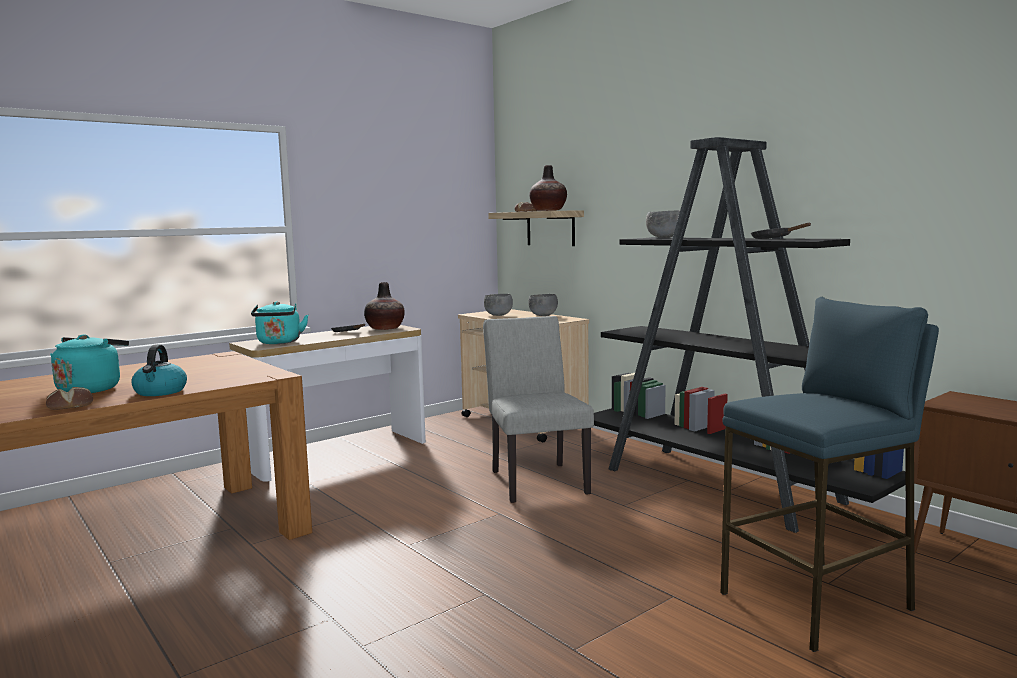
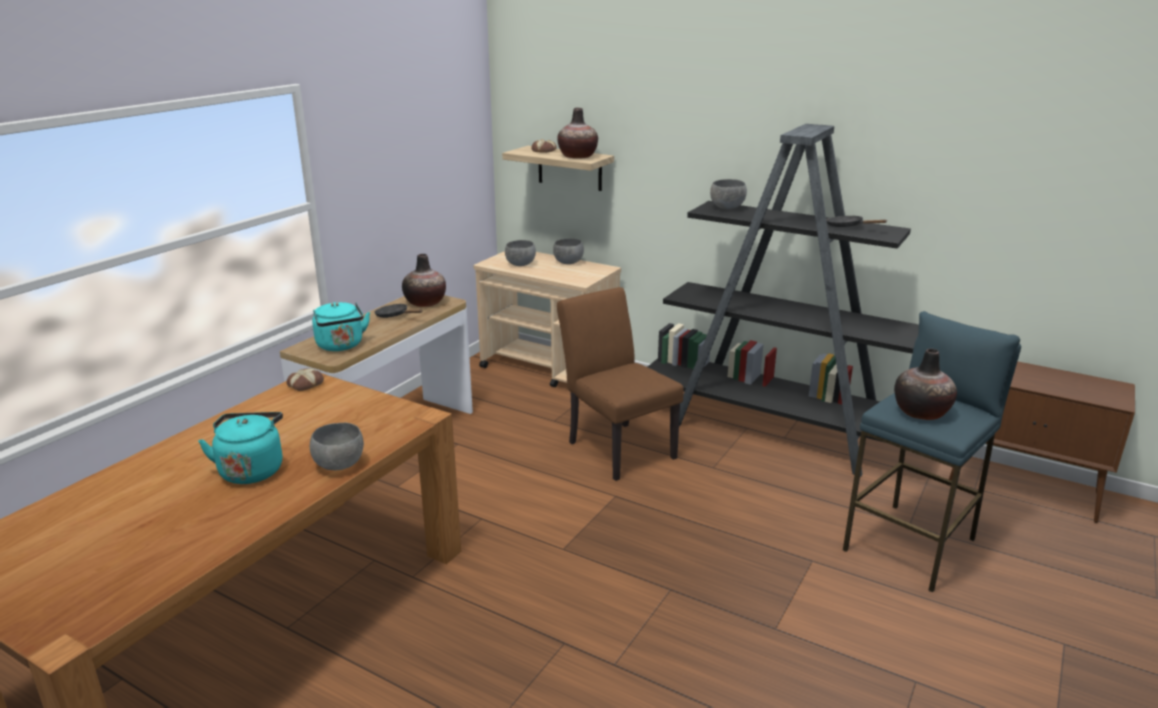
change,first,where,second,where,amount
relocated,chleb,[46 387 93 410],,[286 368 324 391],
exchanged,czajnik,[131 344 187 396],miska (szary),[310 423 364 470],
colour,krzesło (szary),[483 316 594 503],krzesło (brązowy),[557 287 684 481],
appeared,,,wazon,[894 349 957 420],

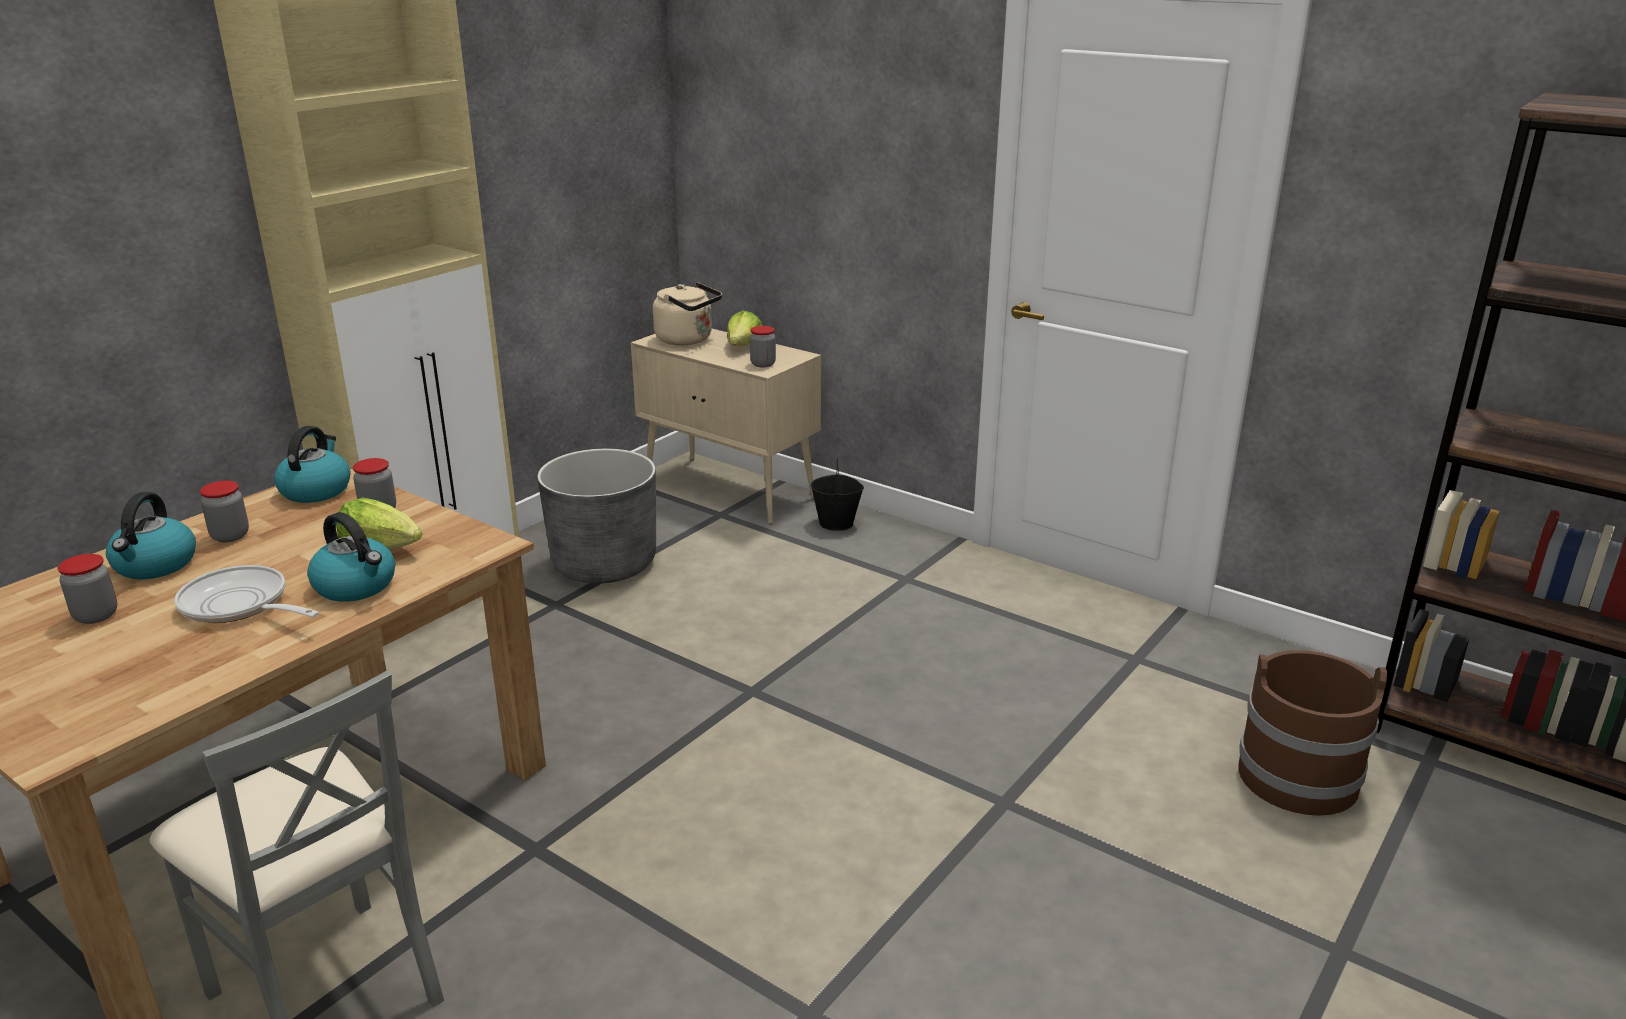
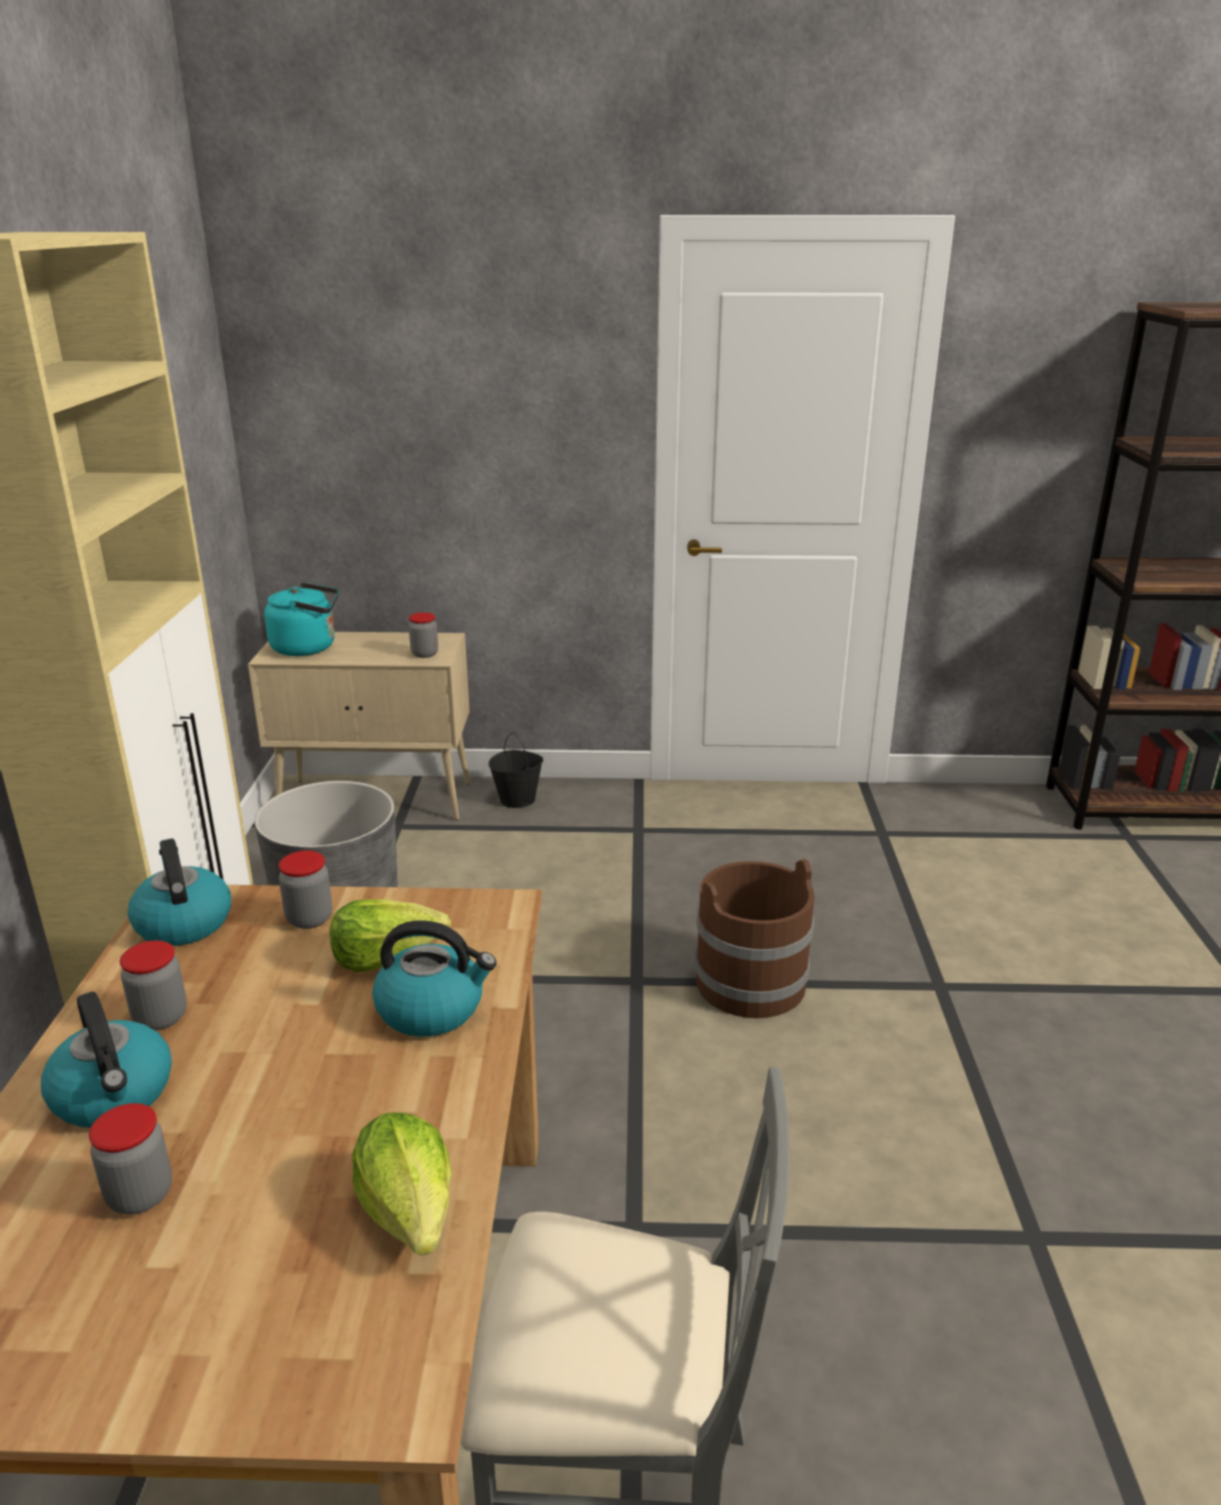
change,first,where,second,where,amount
missing,patelnia,[174 565 319 623],,,
colour,czajnik (beżowy),[653 282 722 345],czajnik (turkusowy),[264 582 339 656],
relocated,sałata,[727 310 763 346],,[352 1112 451 1256],
relocated,wiadro (brązowy),[1238 650 1387 816],,[695 859 814 1018],

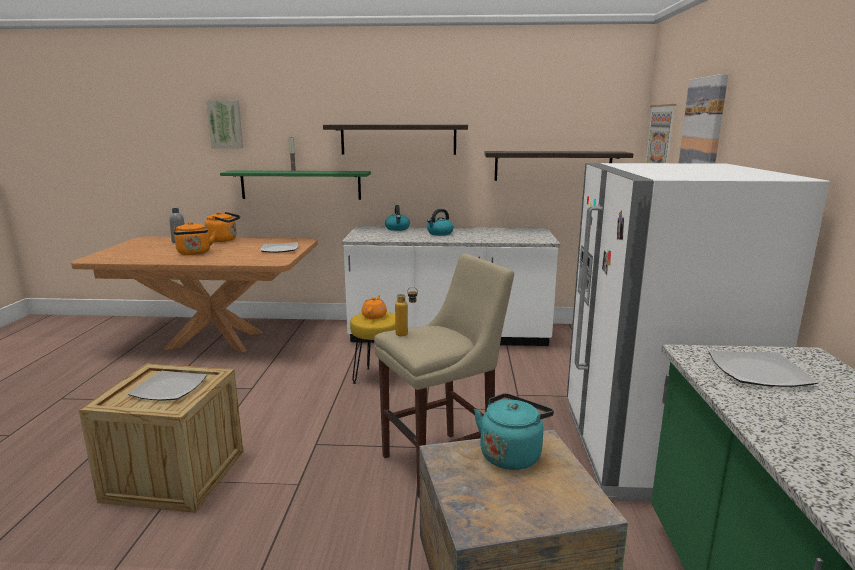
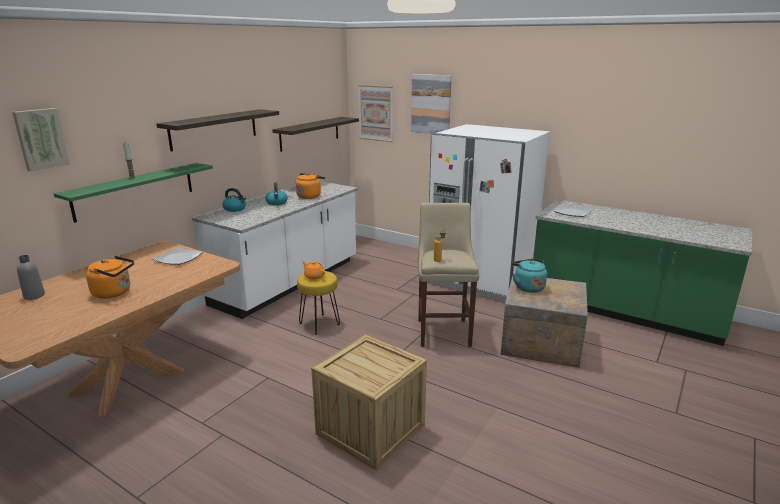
change,first,where,second,where,amount
missing,talerz,[128 371 207 401],,,
relocated,czajnik (pomarańczowy),[205 212 240 242],,[295 173 325 199],

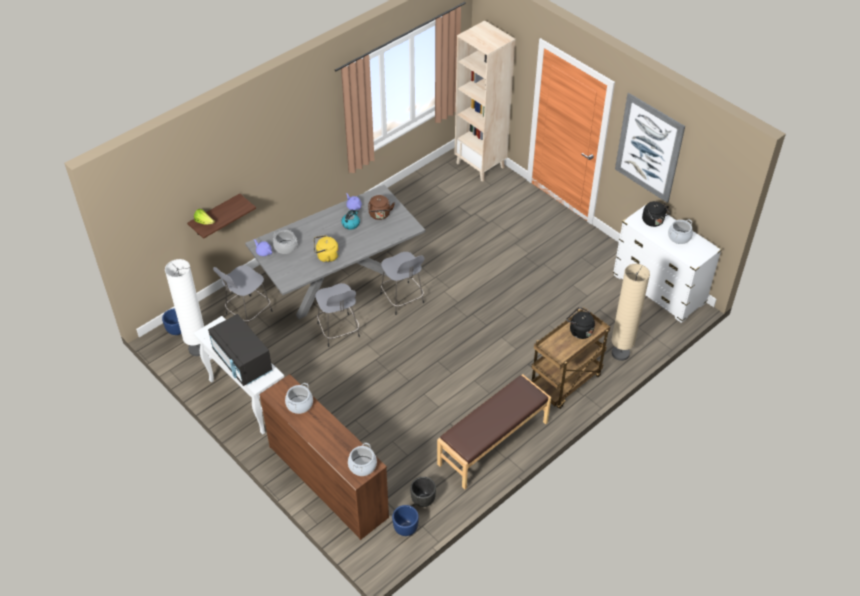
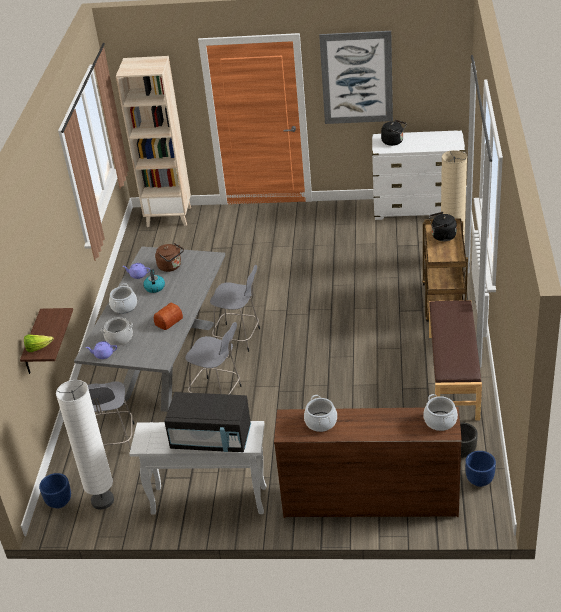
change,first,where,second,where,amount
exchanged,czajnik (żółty),[314 235 339 262],chleb,[154 303 183 330],
relocated,garnek,[668 220 693 244],,[109 283 137 314],

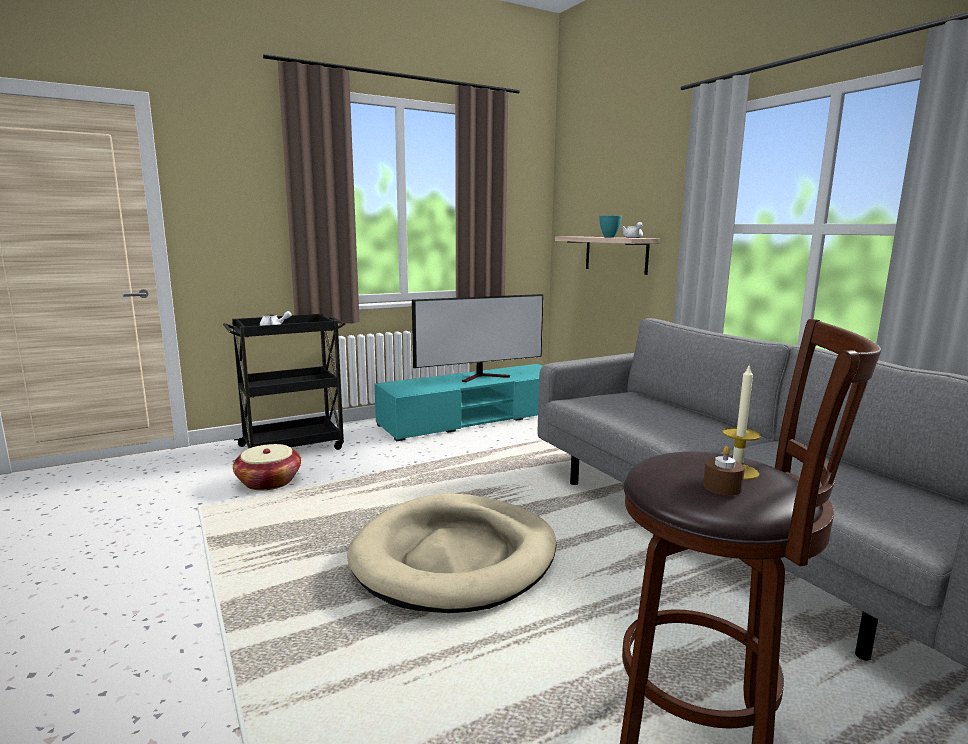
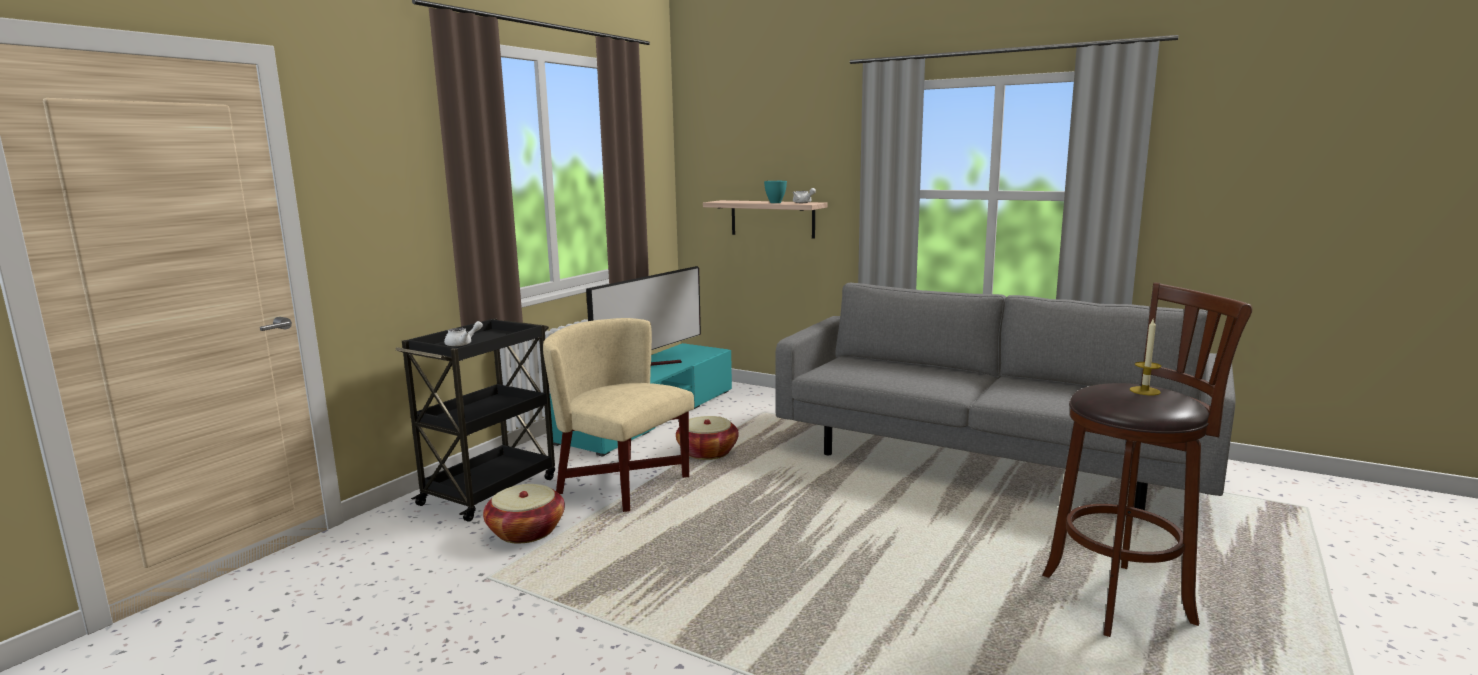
change,first,where,second,where,amount
missing,legowisko (beżowy),[347 493 556 613],,,
missing,świeca (brązowy),[703 446 745 495],,,
appeared,,,fotel (beżowy),[543 318 694 512],
appeared,,,koszyk,[676 416 739 460],

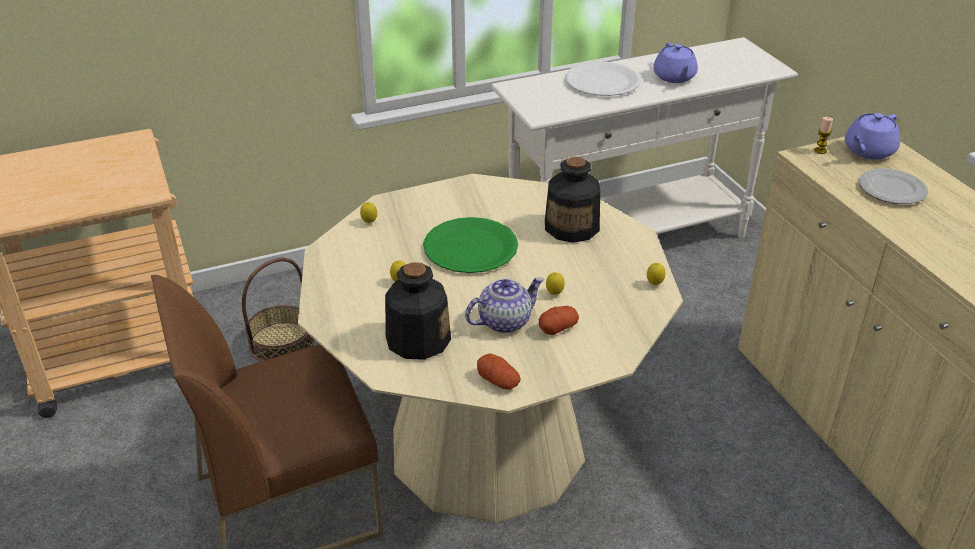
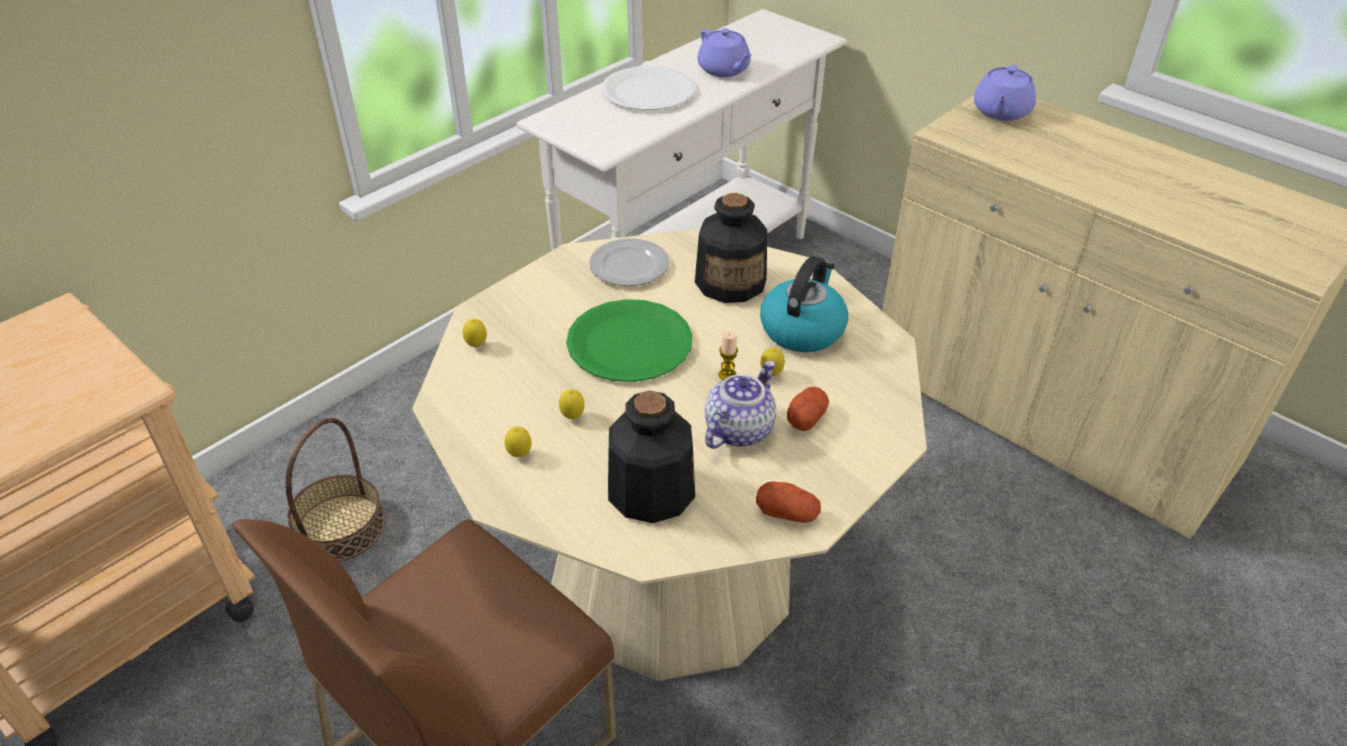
change,first,where,second,where,amount
relocated,cytryna,[647 263 666 285],,[505 426 531 457],
relocated,świeca,[814 117 833 154],,[718 331 738 380],
relocated,talerz,[859 169 928 204],,[589 238 669 286],
appeared,,,czajnik,[760 256 848 352],

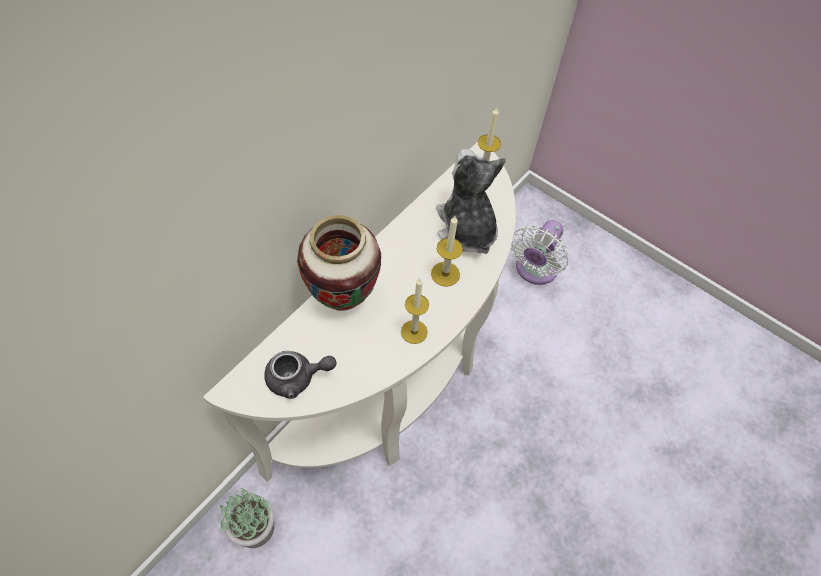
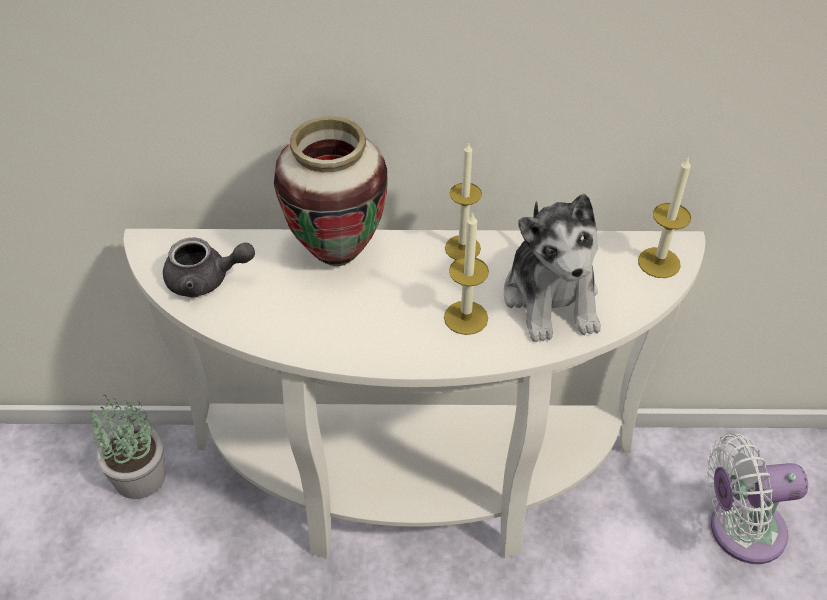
change,first,where,second,where,amount
spun,imbryk (szary),[264 351 337 399],,[163 237 255 297],45 degrees counterclockwise
relocated,świeca,[401 278 429 344],,[445 142 482 260],
spun,pluszak,[436 148 506 254],,[504 194 601 342],135 degrees clockwise

